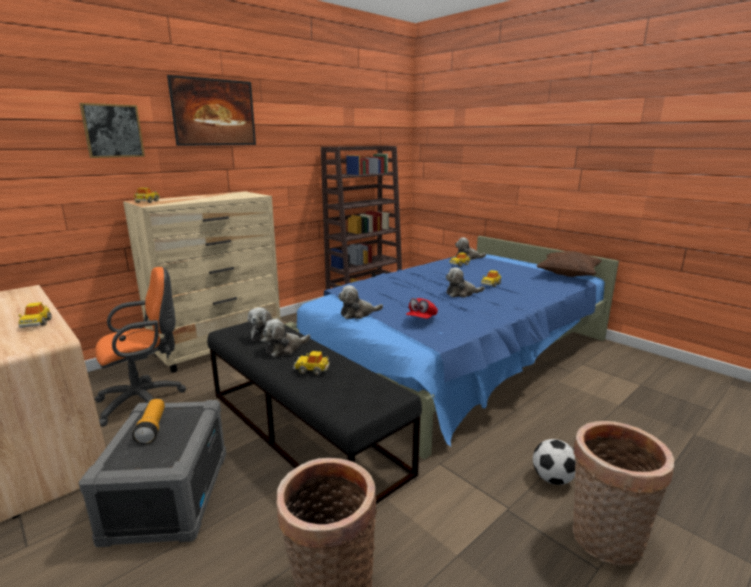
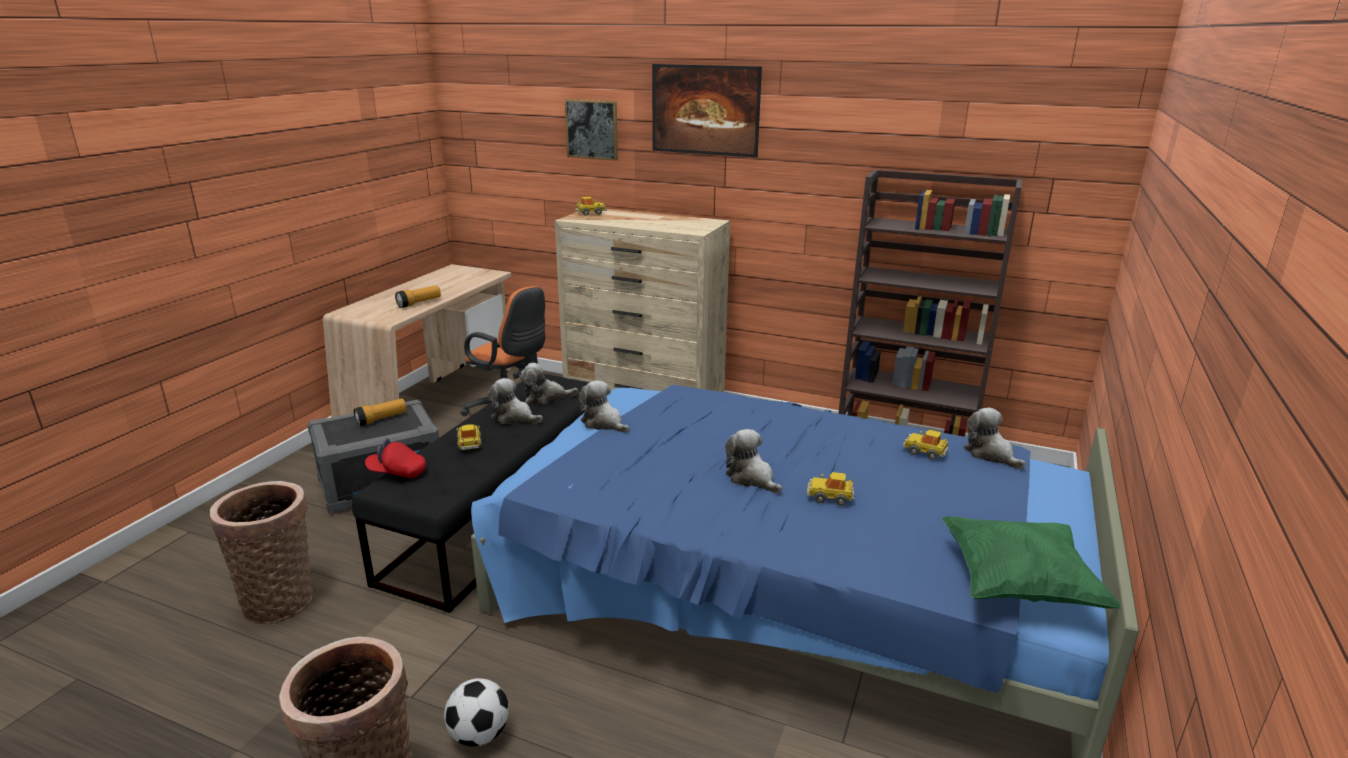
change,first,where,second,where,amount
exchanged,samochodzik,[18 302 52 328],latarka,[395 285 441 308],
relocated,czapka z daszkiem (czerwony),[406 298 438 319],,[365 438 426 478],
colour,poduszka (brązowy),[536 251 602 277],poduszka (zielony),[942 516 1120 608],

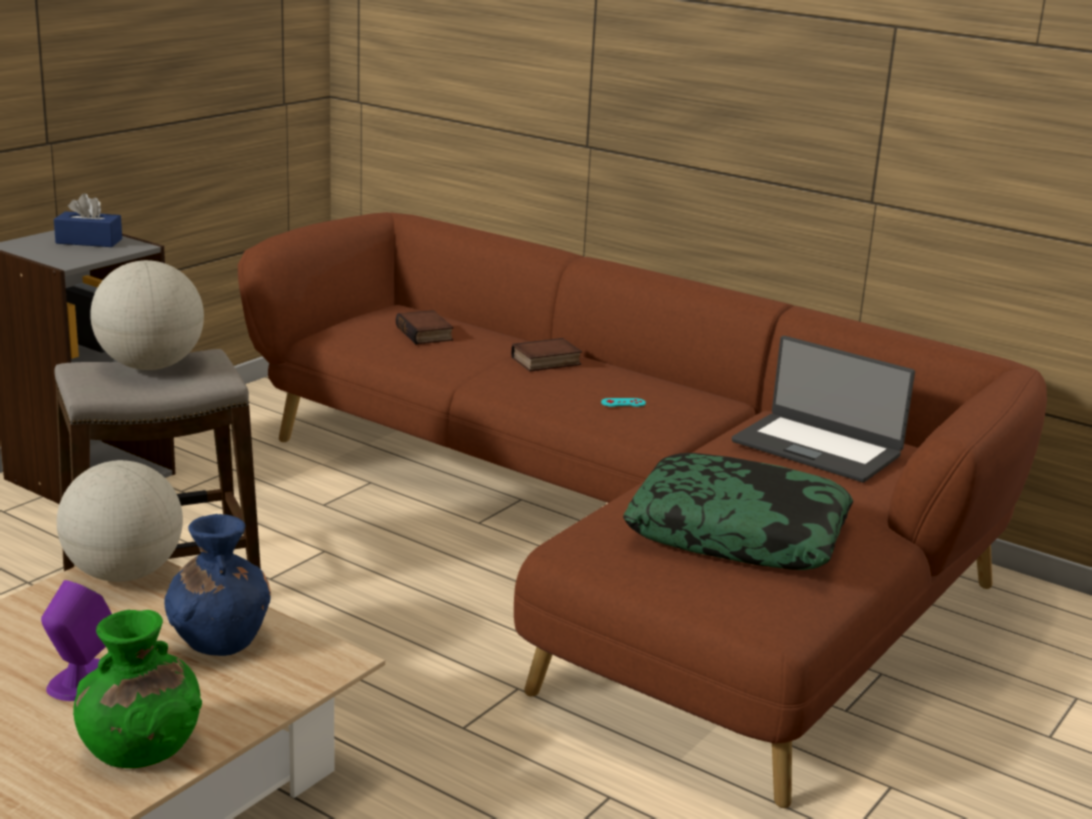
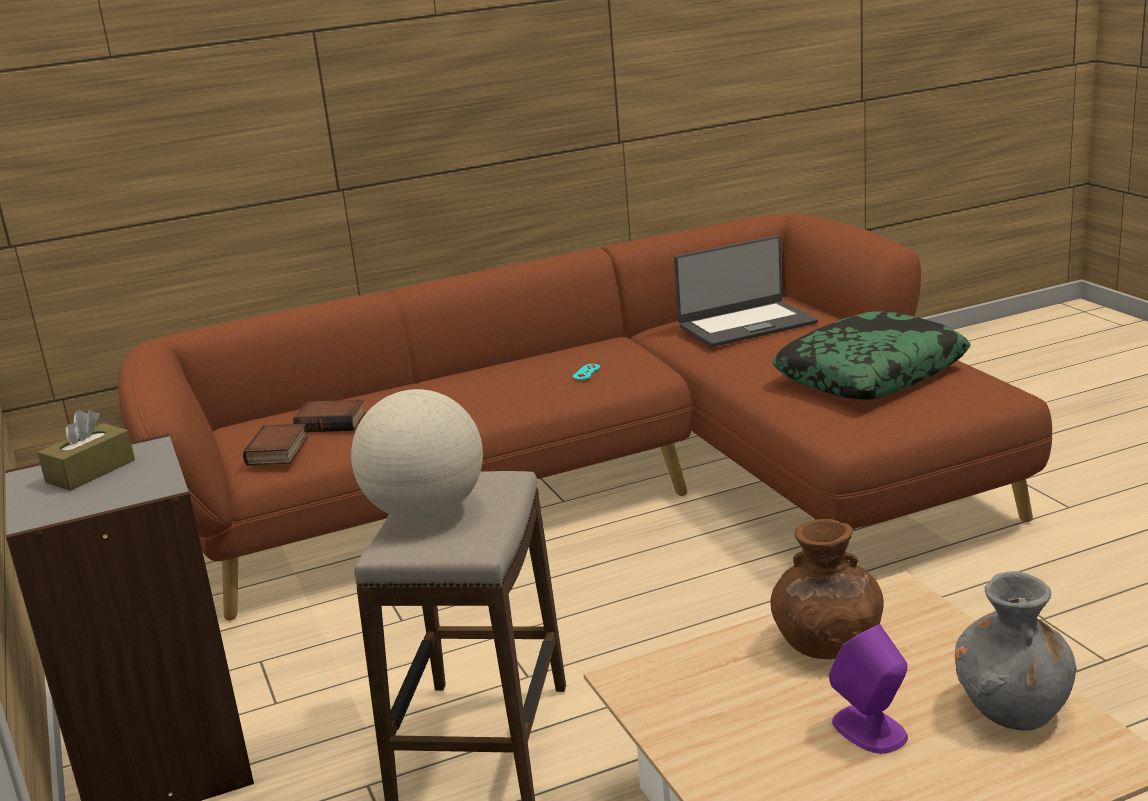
change,first,where,second,where,amount
colour,pudełko chusteczek (niebieski),[54 193 122 247],pudełko chusteczek (brązowy),[38 410 135 491],
missing,globus,[57 460 183 582],,,
colour,wazon (zielony),[73 609 202 768],wazon (szary),[955 571 1077 731],
colour,wazon (niebieski),[164 514 271 656],wazon (brązowy),[770 519 884 659],
relocated,książka,[511 338 582 372],,[243 424 308 466],

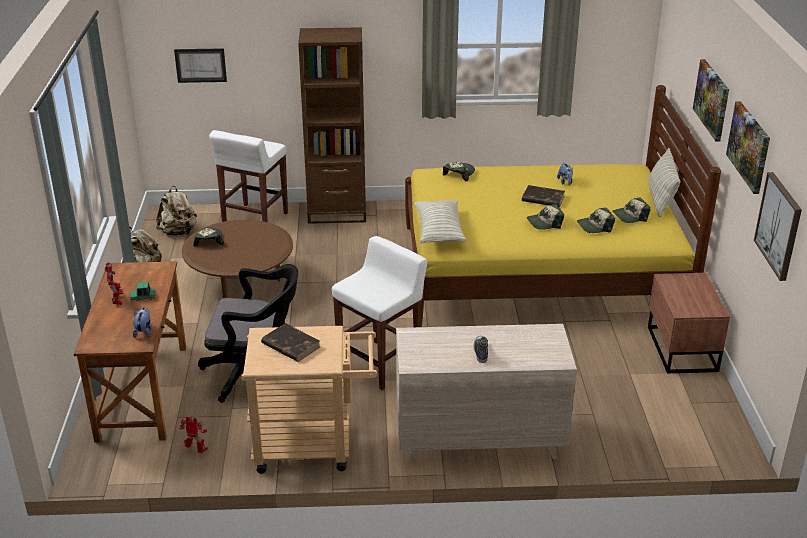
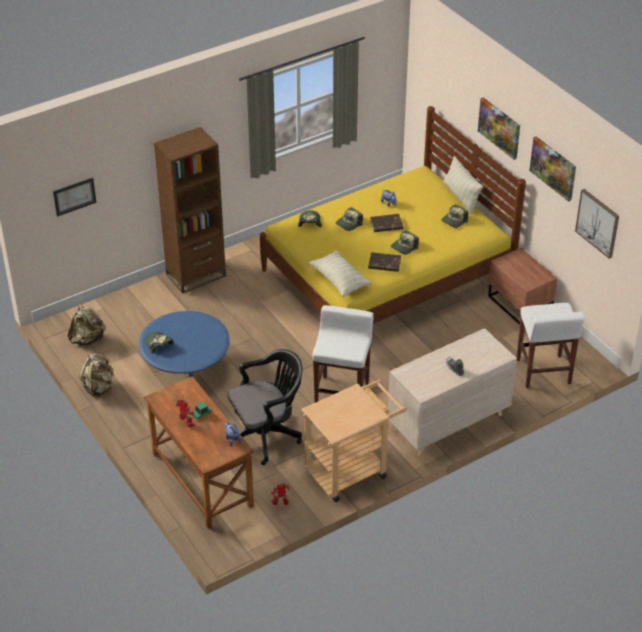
change,first,where,second,where,amount
colour,ława (brązowy),[182 220 293 298],ława (niebieski),[139 311 230 377],
relocated,stołek (biały),[209 130 288 222],,[517 303 585 388],
relocated,książka (brązowy),[261 323 320 362],,[368 252 401 272],
relocated,czapka z daszkiem,[577 208 615 233],,[336 207 363 231],

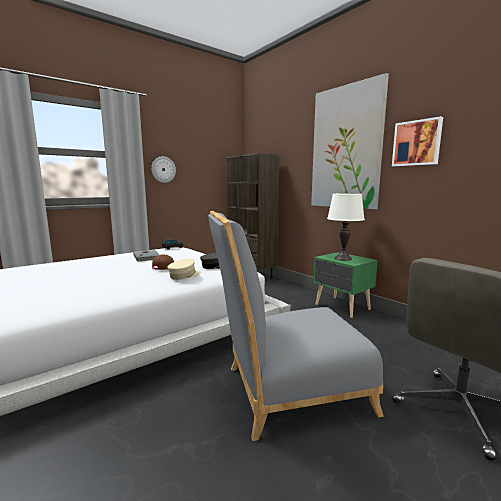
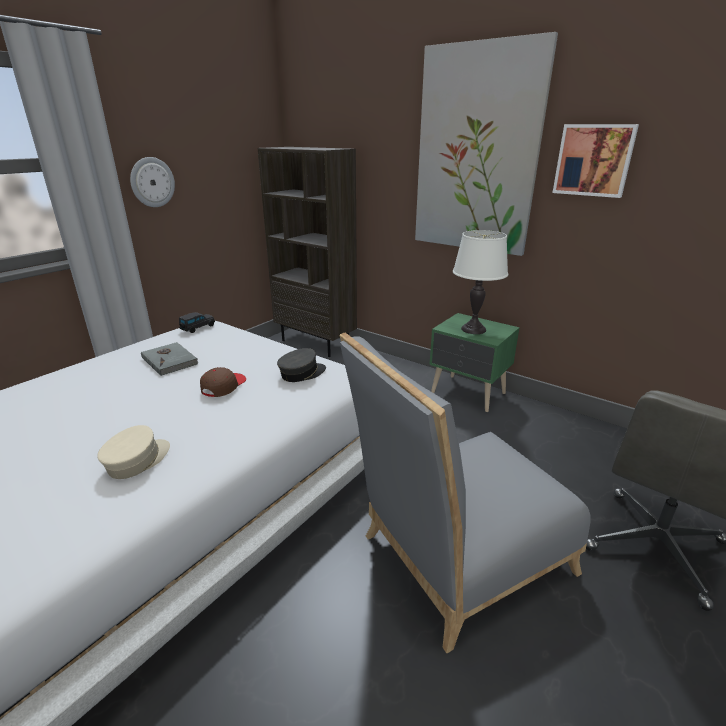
change,first,where,second,where,amount
relocated,czapka z daszkiem (beżowy),[167 259 201 280],,[97 425 170 479],

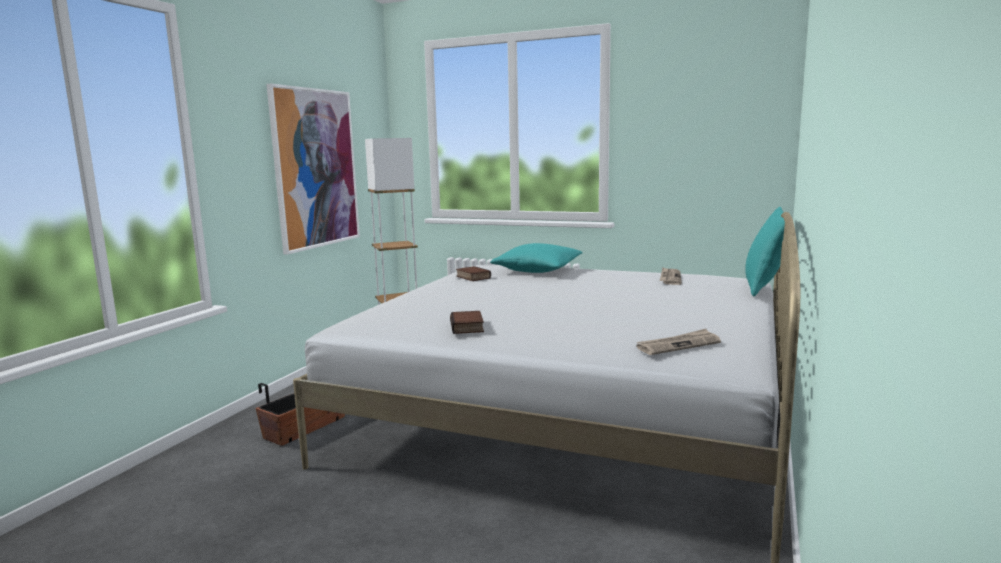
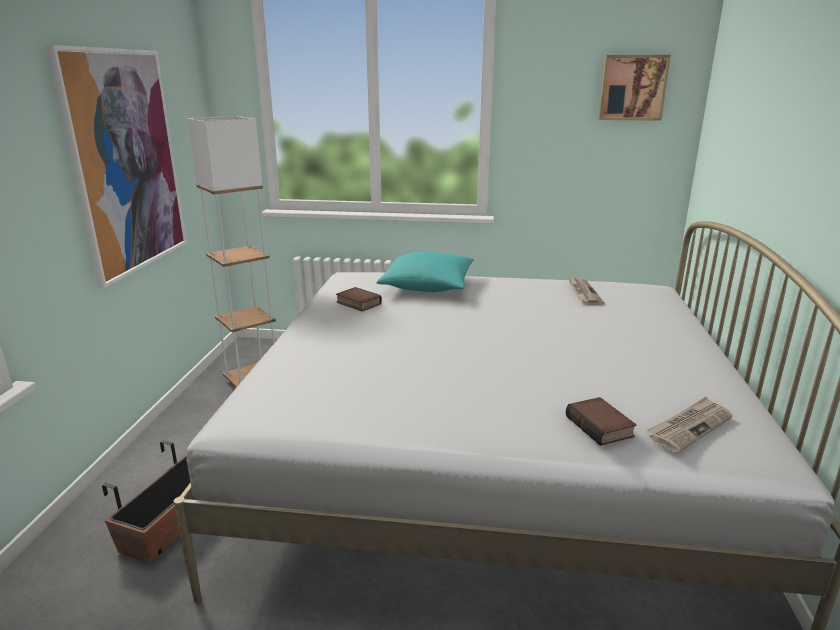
change,first,where,second,where,amount
relocated,książka,[450 311 484 334],,[566 397 636 446],
missing,poduszka (turkusowy),[745 207 785 296],,,
appeared,,,obraz,[598 55 671 121],

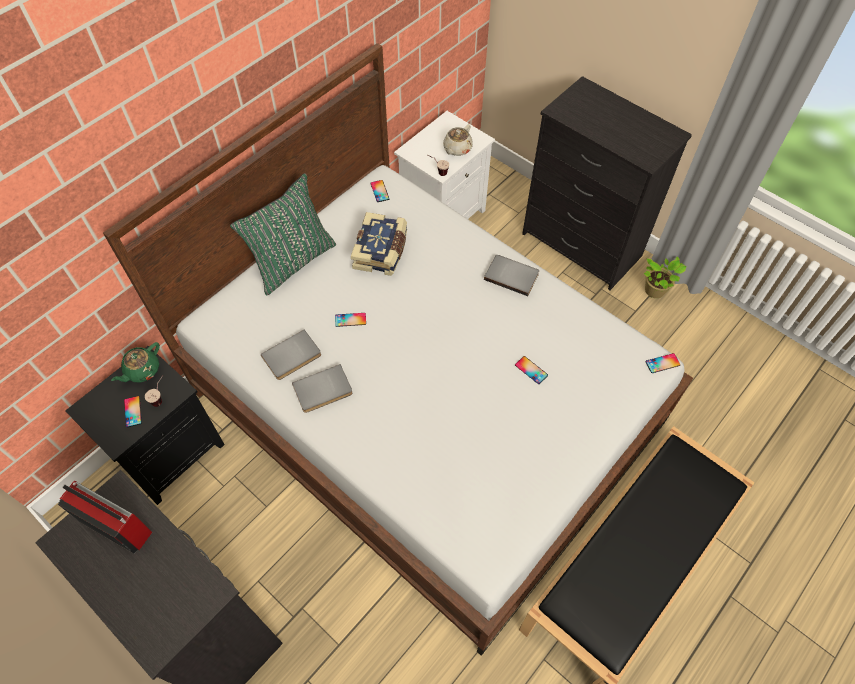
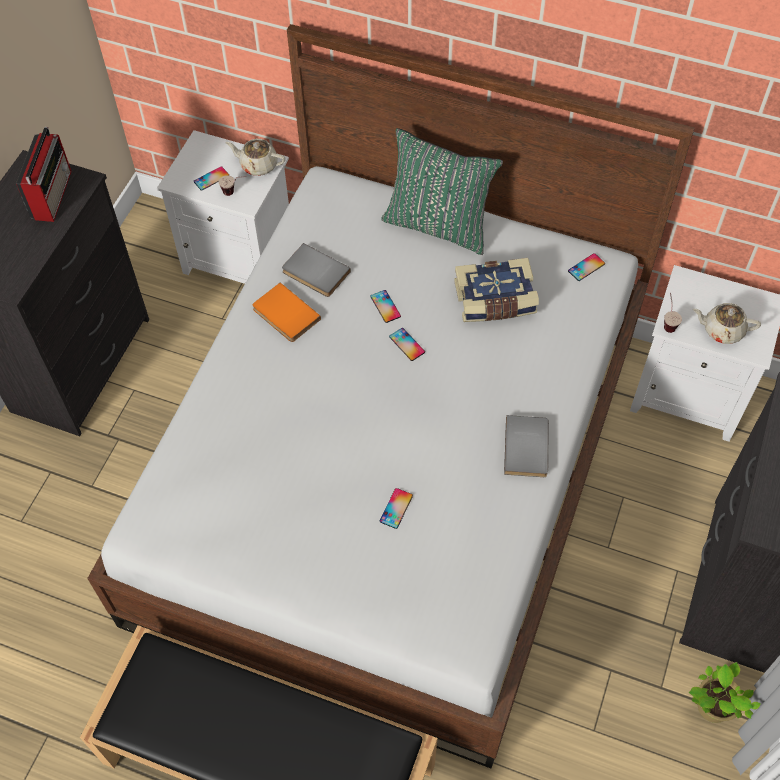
change,first,where,second,where,amount
colour,szafka nocna (czarny),[65 346 225 505],szafka nocna (biały),[157 130 289 284],
colour,imbryk (zielony),[111 342 160 383],imbryk (beżowy),[225 139 285 176],
colour,książka (szary),[292 364 353 413],książka (pomarańczowy),[253 283 321 342],
relocated,telefon,[646 353 680 373],,[389 328 425 361],

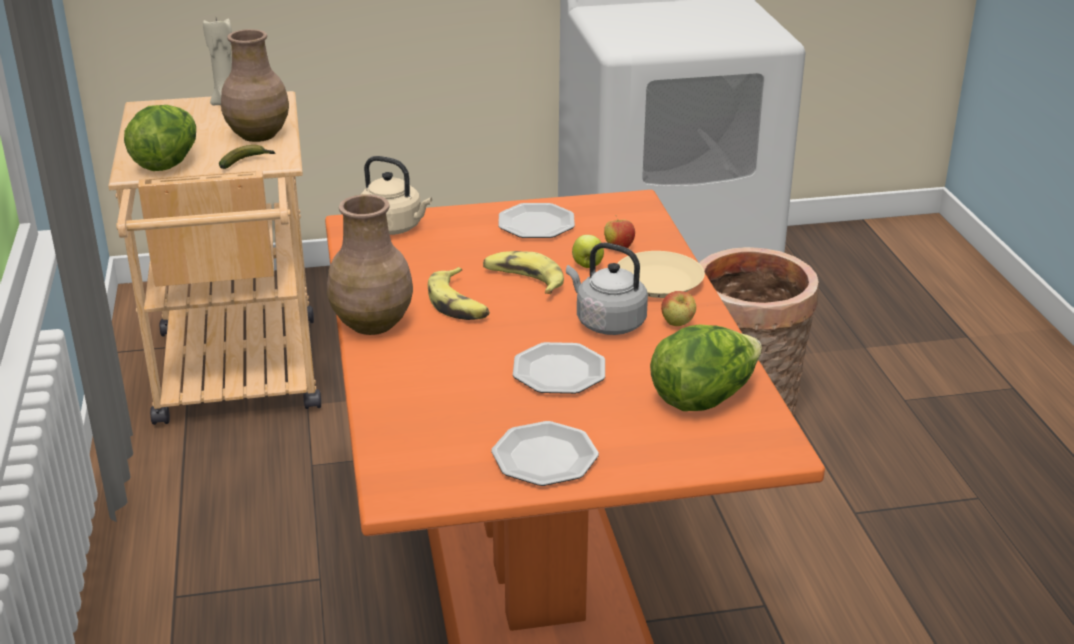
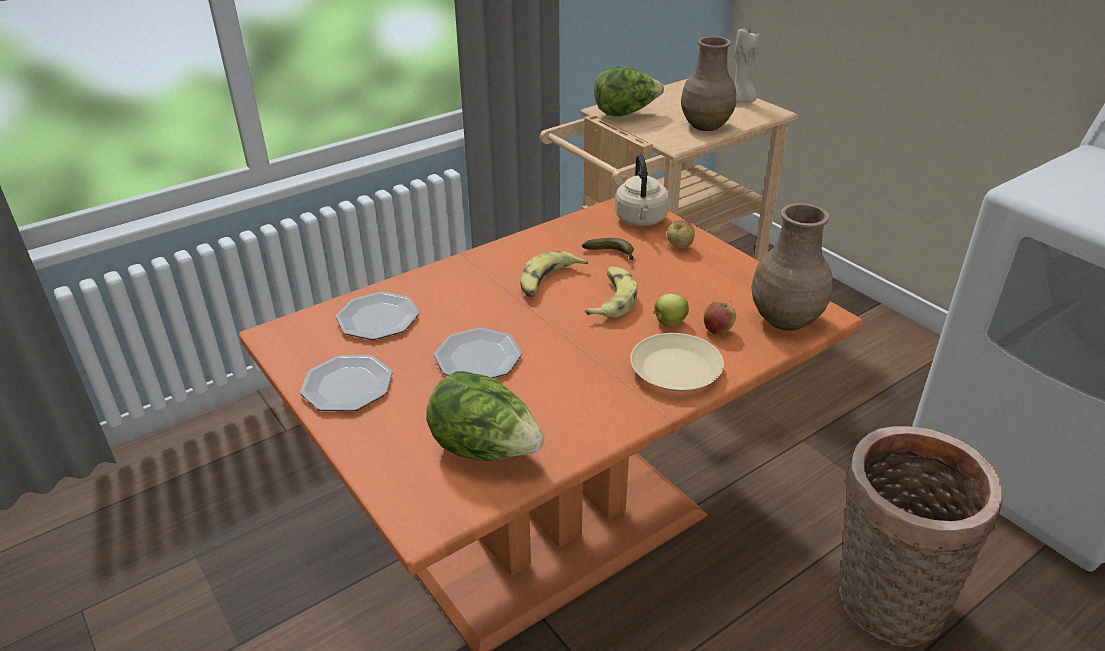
change,first,where,second,where,amount
relocated,banan,[219 145 276 169],,[582 238 634 260],
relocated,wazon (brązowy),[327 194 413 335],,[751 203 832 331],
relocated,talerz,[498 203 575 238],,[336 292 419 340],
missing,czajnik (szary),[566 242 648 335],,,
relocated,jabłko,[661 291 696 326],,[667 220 695 249],

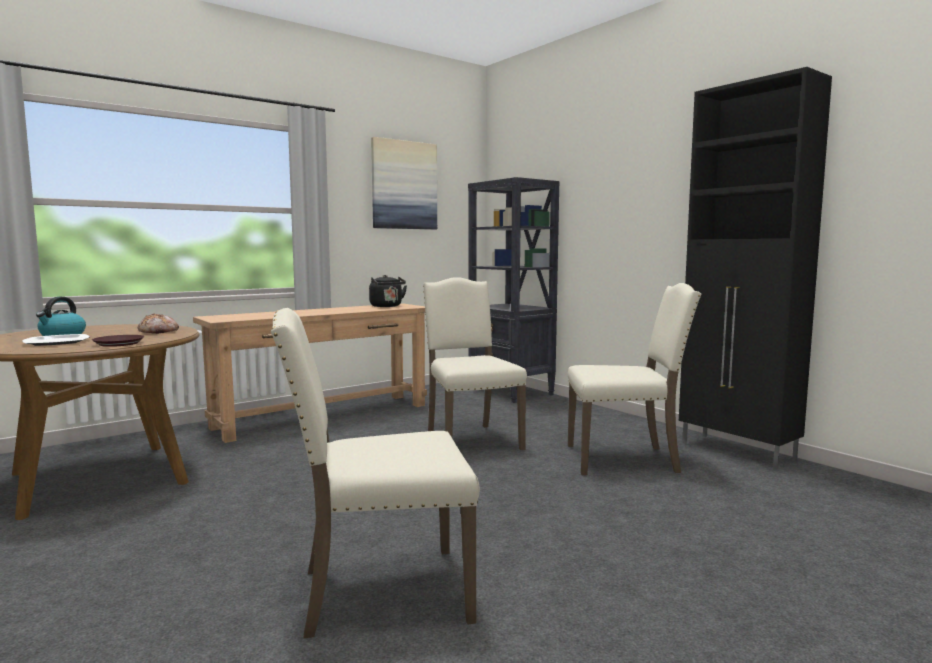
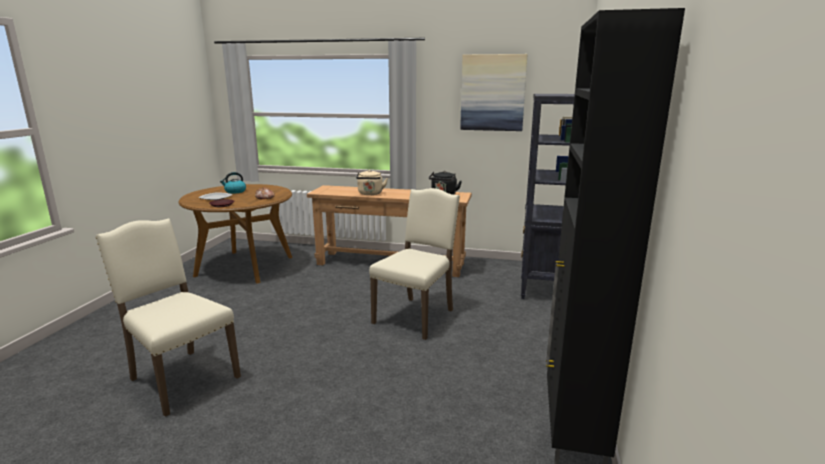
change,first,where,second,where,amount
missing,krzesło (beżowy),[568 283 702 475],,,
appeared,,,czajnik (beżowy),[356 170 388 195],

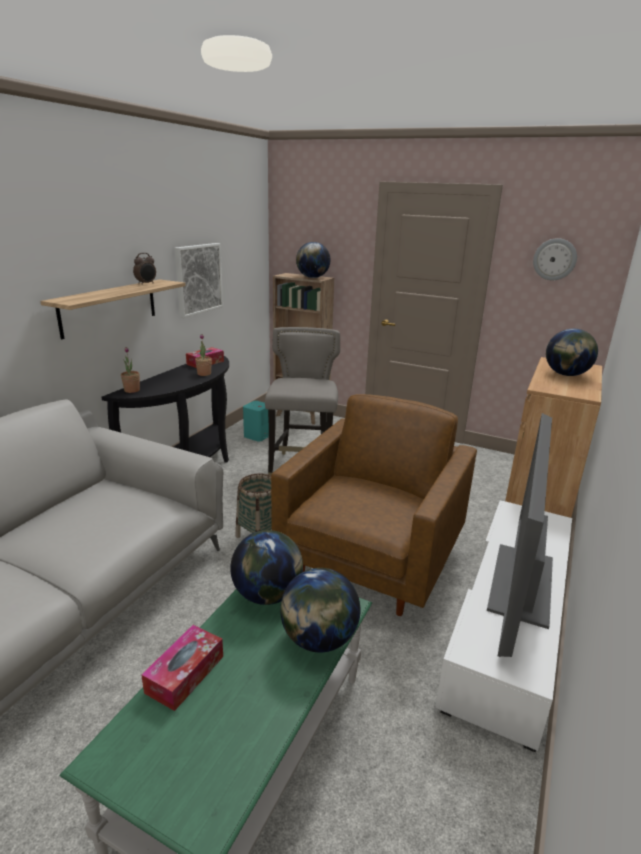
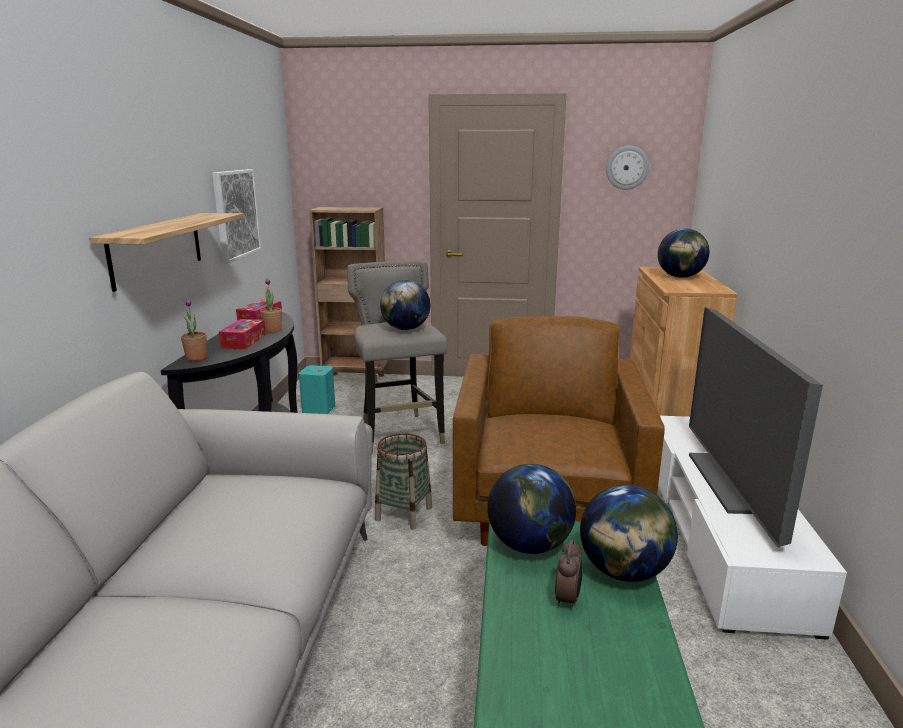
change,first,where,second,where,amount
relocated,budzik,[133 253 156 284],,[555 540 583 610],
relocated,pudełko chusteczek,[141 625 223 711],,[219 319 266 349],
relocated,globus,[296 242 330 278],,[380 280 430 330],

